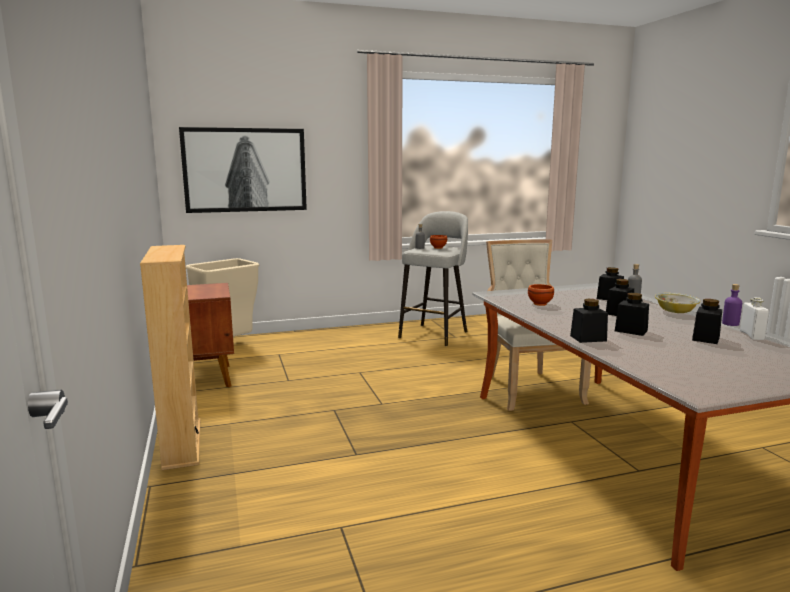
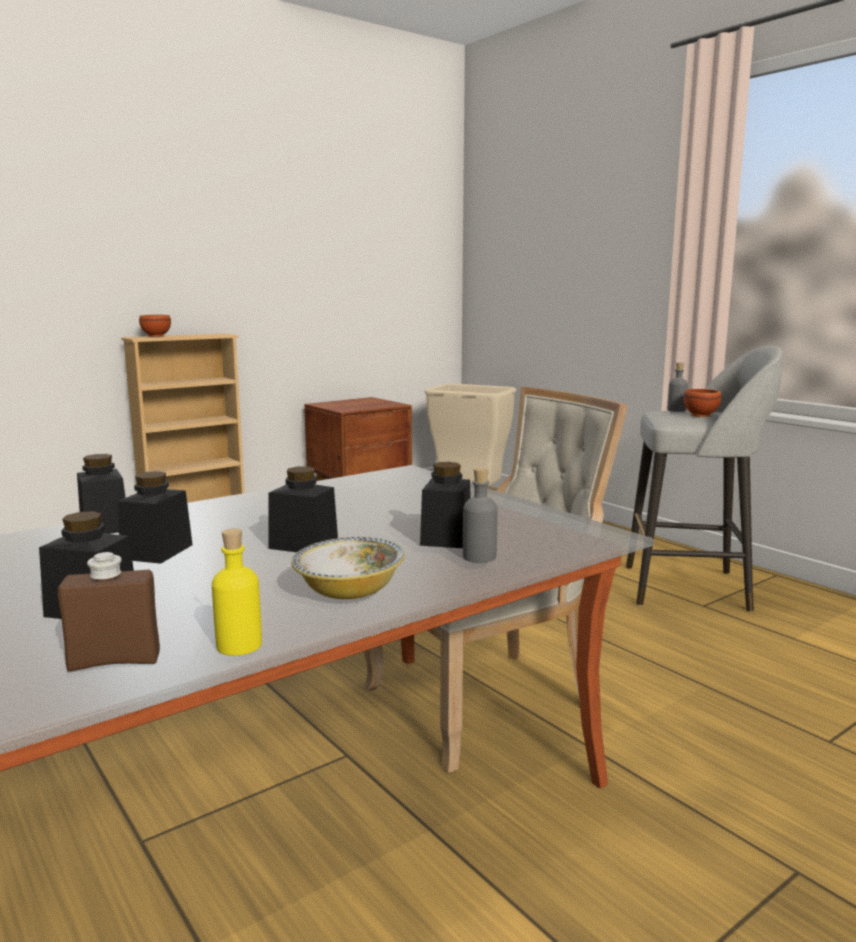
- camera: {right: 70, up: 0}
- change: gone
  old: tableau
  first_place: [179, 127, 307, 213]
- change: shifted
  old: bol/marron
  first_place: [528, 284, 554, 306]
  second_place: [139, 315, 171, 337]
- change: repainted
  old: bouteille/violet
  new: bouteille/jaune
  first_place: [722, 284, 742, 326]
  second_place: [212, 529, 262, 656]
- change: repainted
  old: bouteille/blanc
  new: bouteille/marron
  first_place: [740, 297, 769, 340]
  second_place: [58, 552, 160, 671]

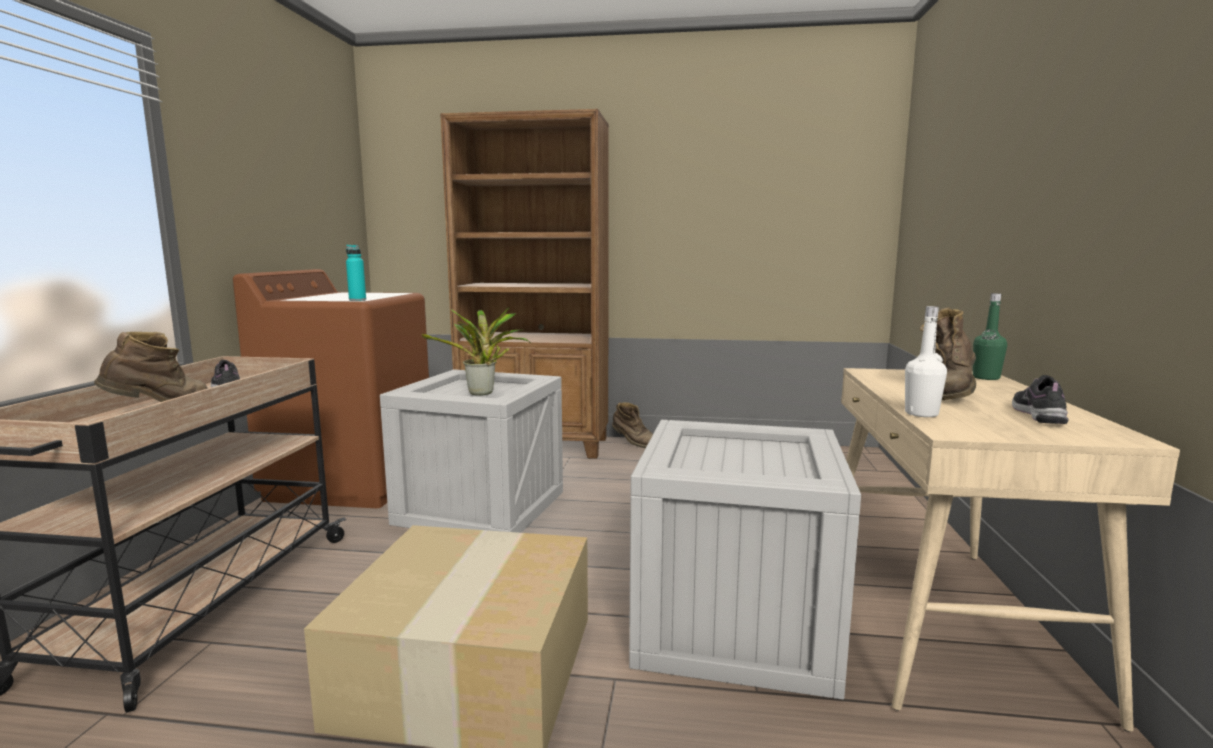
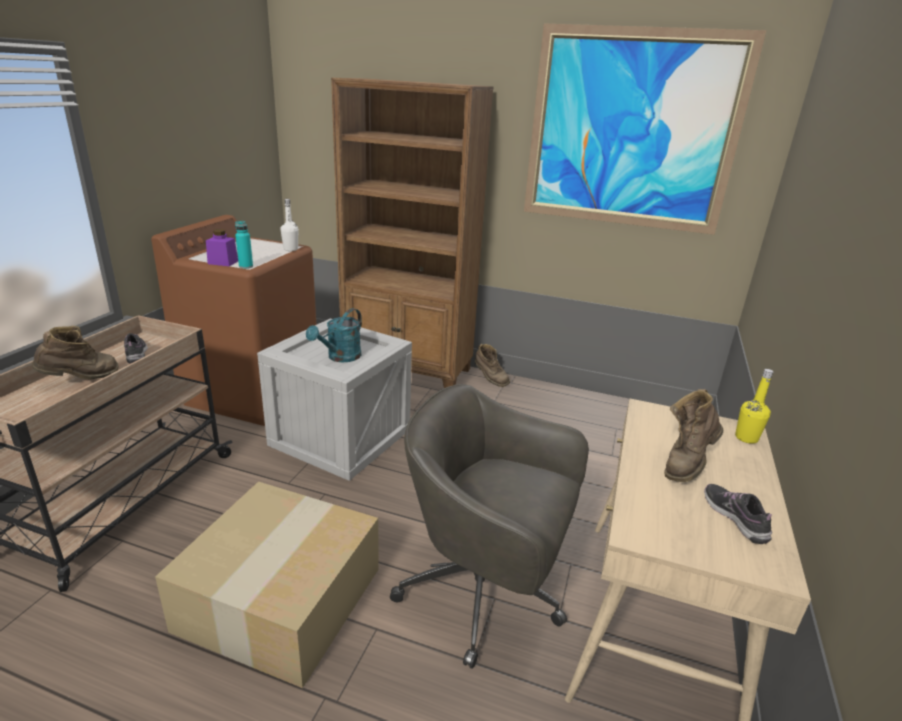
- camera: {right: 10, up: 15}
- change: swapped
  old: plante en pot
  new: arrosoir/turquoise
  first_place: [421, 307, 531, 396]
  second_place: [306, 308, 362, 363]
- change: swapped
  old: caisse
  new: chaise de bureau/gris
  first_place: [629, 420, 861, 700]
  second_place: [390, 384, 589, 669]
- change: shifted
  old: bouteille/blanc
  first_place: [905, 306, 947, 417]
  second_place: [280, 199, 298, 251]
- change: repainted
  old: bouteille/vert
  new: bouteille/jaune
  first_place: [973, 293, 1007, 380]
  second_place: [735, 369, 773, 444]
- change: rotated
  old: chaussure
  first_place: [1012, 375, 1069, 424]
  second_place: [704, 484, 772, 544]
  degrees: -45
- change: new
  new: bocal/violet
  second_place: [206, 229, 238, 266]
- change: new
  new: tableau
  second_place: [524, 24, 767, 235]

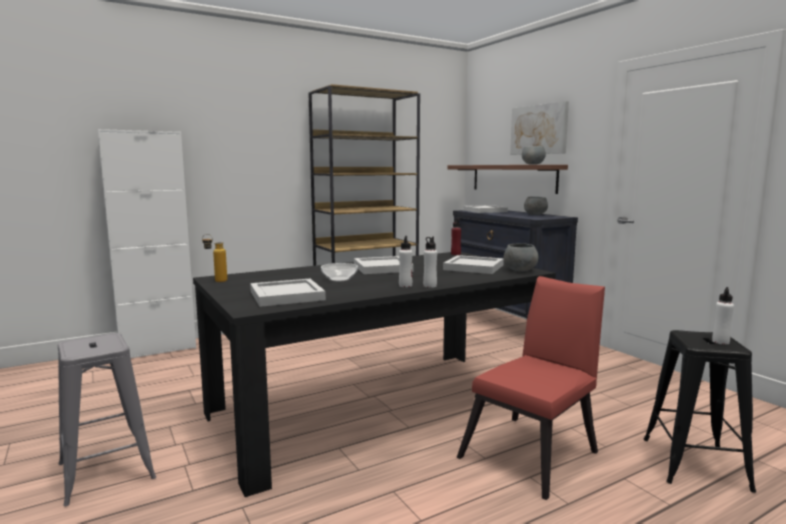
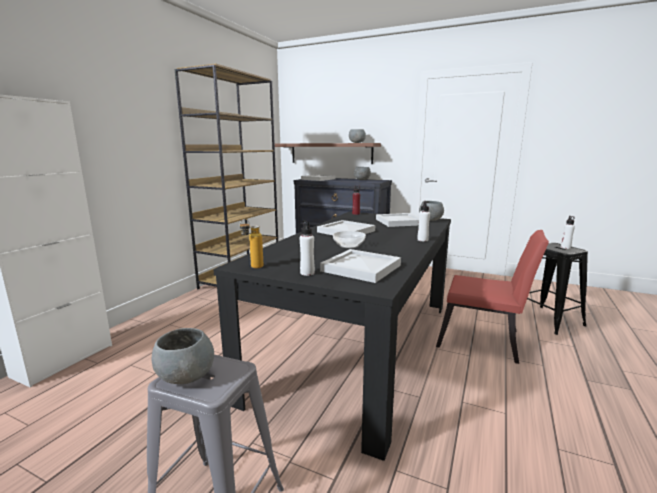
- camera: {right: -35, up: 5}
- change: shifted
  old: bouteille/blanc
  first_place: [399, 236, 413, 287]
  second_place: [300, 220, 315, 276]
- change: rotated
  old: chaise/rouge
  first_place: [457, 276, 605, 500]
  second_place: [436, 230, 549, 364]
  degrees: 105
- change: gone
  old: tableau
  first_place: [510, 101, 569, 155]
- change: new
  new: bol/gris
  second_place: [152, 328, 214, 384]

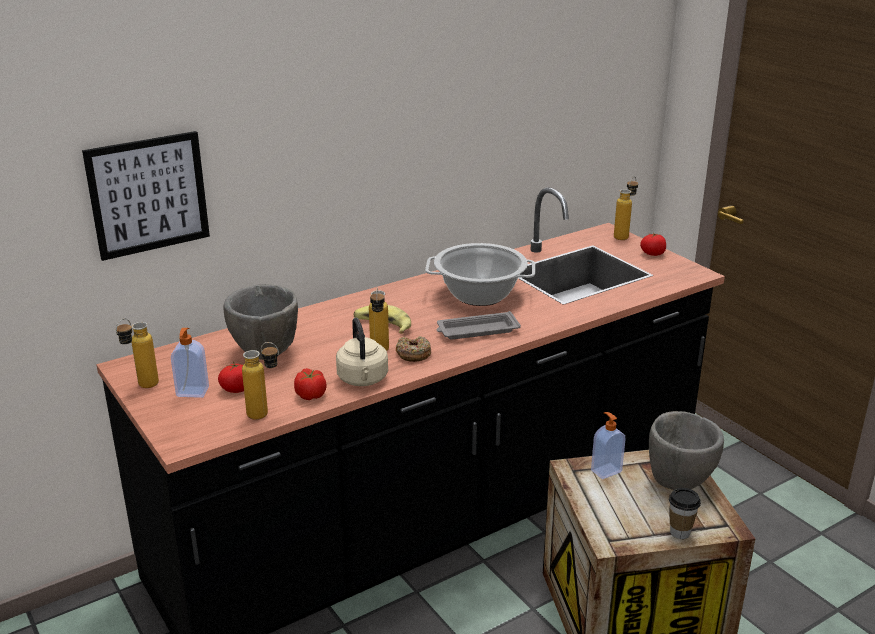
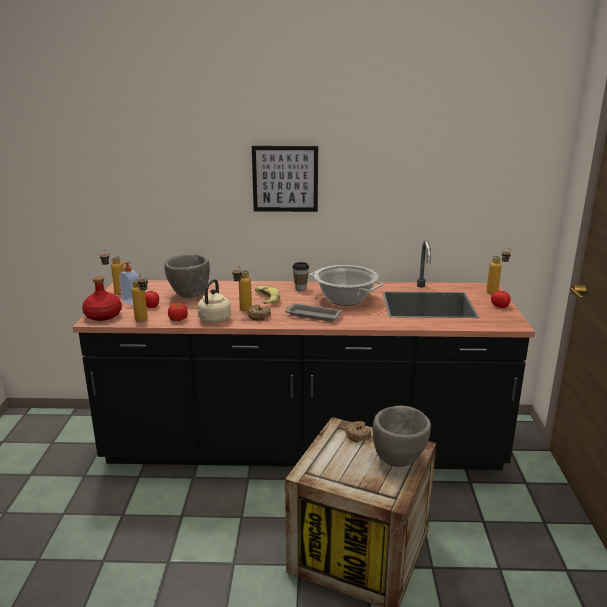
- camera: {right: 35, up: -5}
- change: shifted
  old: tableau
  first_place: [82, 131, 210, 261]
  second_place: [252, 146, 318, 212]
- change: swapped
  old: distributeur de savon
  new: beignet
  first_place: [591, 412, 626, 479]
  second_place: [345, 421, 371, 442]
- change: shifted
  old: tasse
  first_place: [669, 488, 701, 539]
  second_place: [292, 262, 309, 291]
- change: new
  new: bouteille/rouge
  second_place: [82, 276, 122, 321]

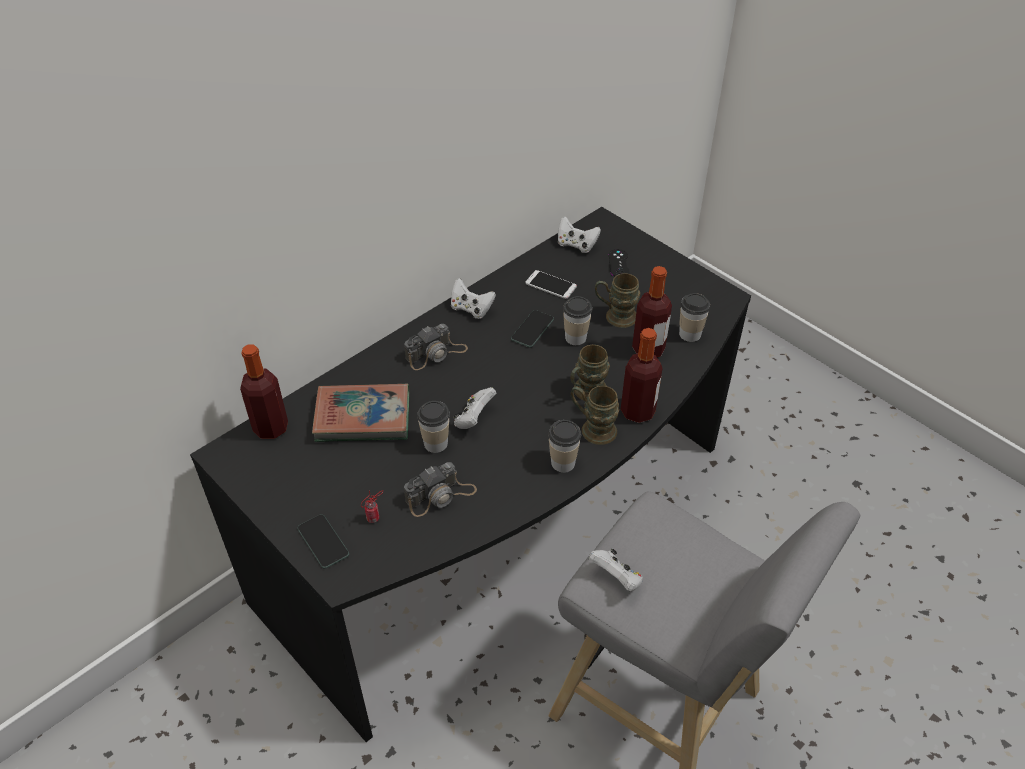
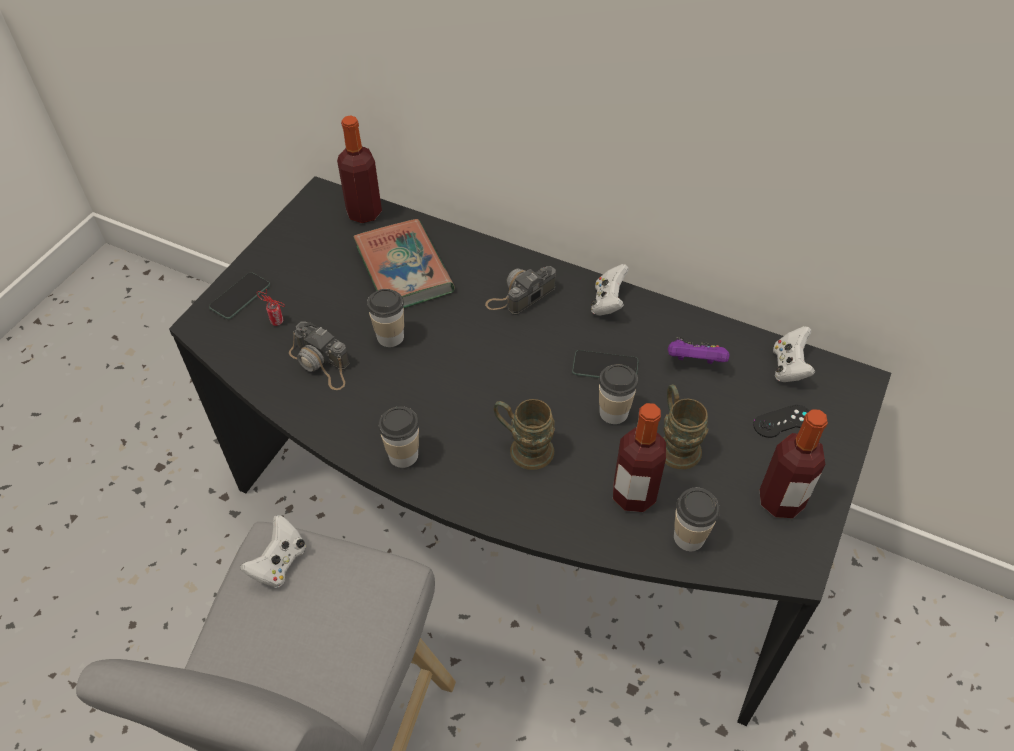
- camera: {right: 70, up: 5}
- change: rotated
  old: appareil photo
  first_place: [404, 324, 468, 370]
  second_place: [485, 266, 556, 315]
  degrees: 105
- change: gone
  old: manette/blanc
  first_place: [453, 387, 496, 429]
- change: swapped
  old: téléphone
  new: manette/violet
  first_place: [525, 270, 577, 299]
  second_place: [668, 337, 730, 364]
- change: gone
  old: mug/marron
  first_place: [571, 386, 619, 445]
- change: shifted
  old: bouteille
  first_place: [621, 328, 663, 423]
  second_place: [760, 409, 828, 518]

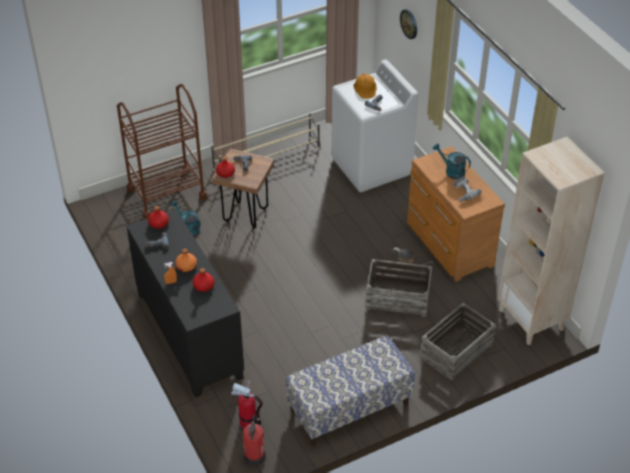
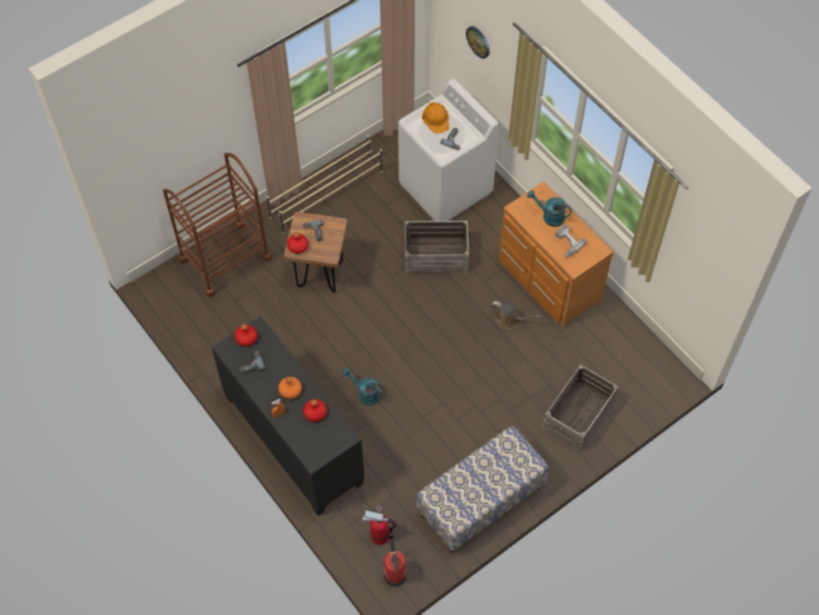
- camera: {right: -10, up: 15}
- change: shifted
  old: arrosoir/turquoise
  first_place: [171, 201, 201, 236]
  second_place: [342, 368, 383, 406]
- change: shifted
  old: caisse
  first_place: [365, 259, 432, 317]
  second_place: [405, 221, 469, 273]
- change: gone
  old: bibliothèque/beige
  first_place: [498, 137, 605, 345]

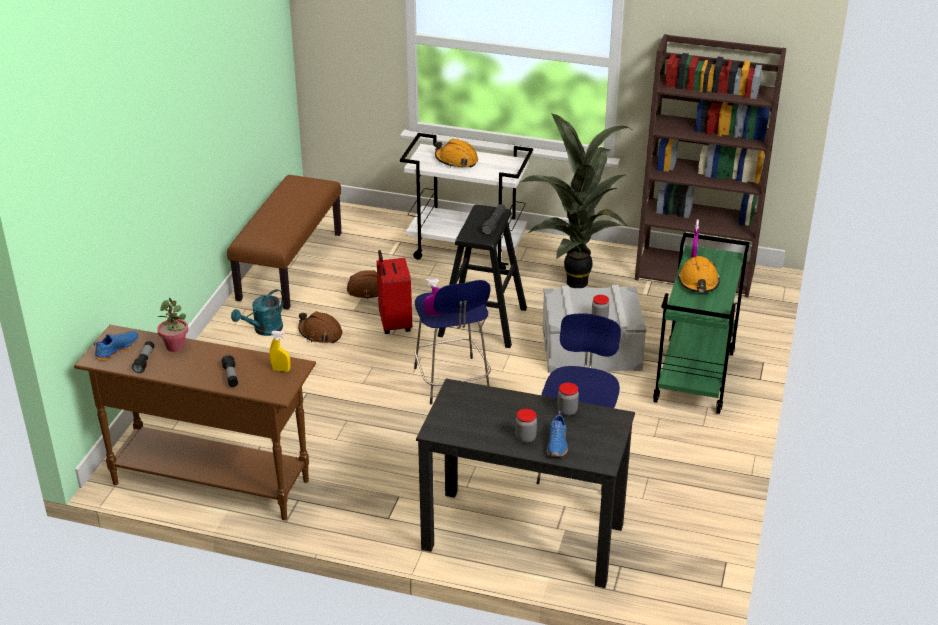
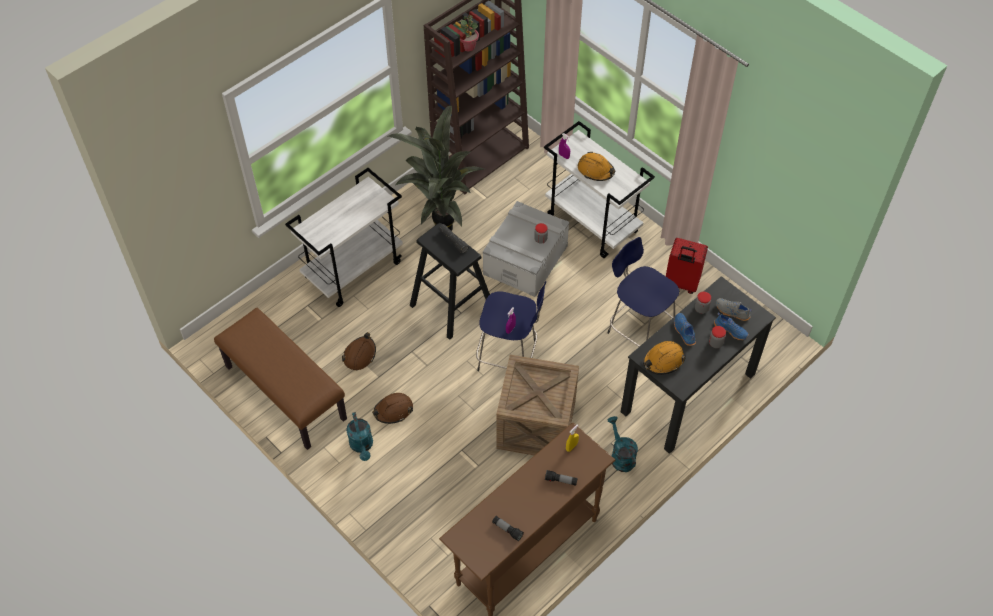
- camera: {right: -60, up: 20}
- change: shifted
  old: chaussure/bleu
  first_place: [94, 331, 139, 361]
  second_place: [674, 313, 696, 346]
- change: shifted
  old: plante en pot
  first_place: [157, 298, 188, 352]
  second_place: [460, 15, 479, 52]
- change: shifted
  old: valise/rouge
  first_place: [377, 250, 412, 334]
  second_place: [666, 238, 708, 294]
- change: shifted
  old: casque de chantier/orange
  first_place: [435, 139, 478, 168]
  second_place: [643, 341, 686, 375]
- change: repainted
  old: chariot/vert
  new: chariot/blanc
  first_place: [653, 233, 750, 414]
  second_place: [544, 121, 655, 258]
- change: new
  new: caisse
  second_place: [496, 355, 579, 455]
- change: new
  new: arrosoir/turquoise
  second_place: [607, 416, 638, 472]
- change: new
  new: chaussure/gris
  second_place: [716, 298, 752, 321]

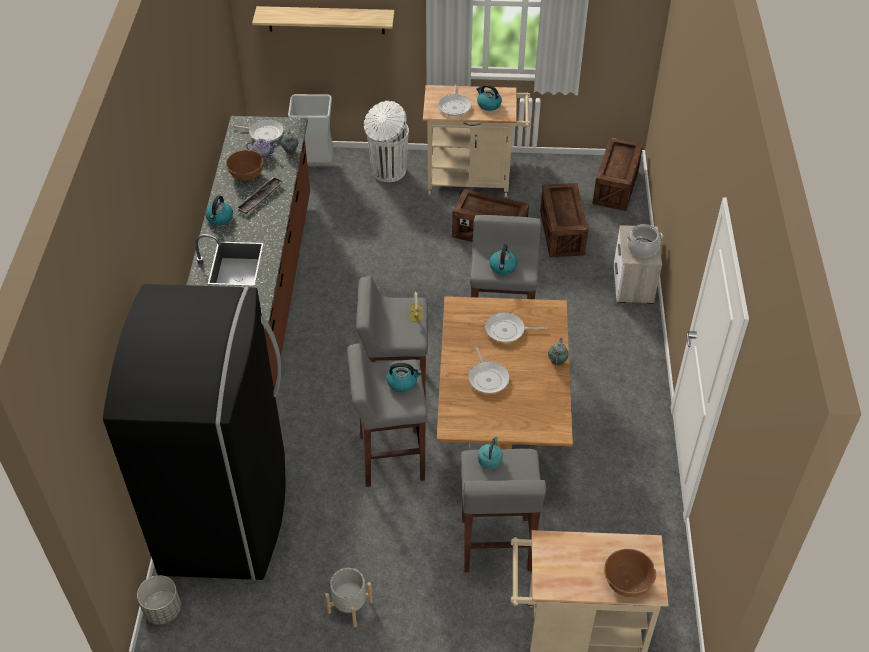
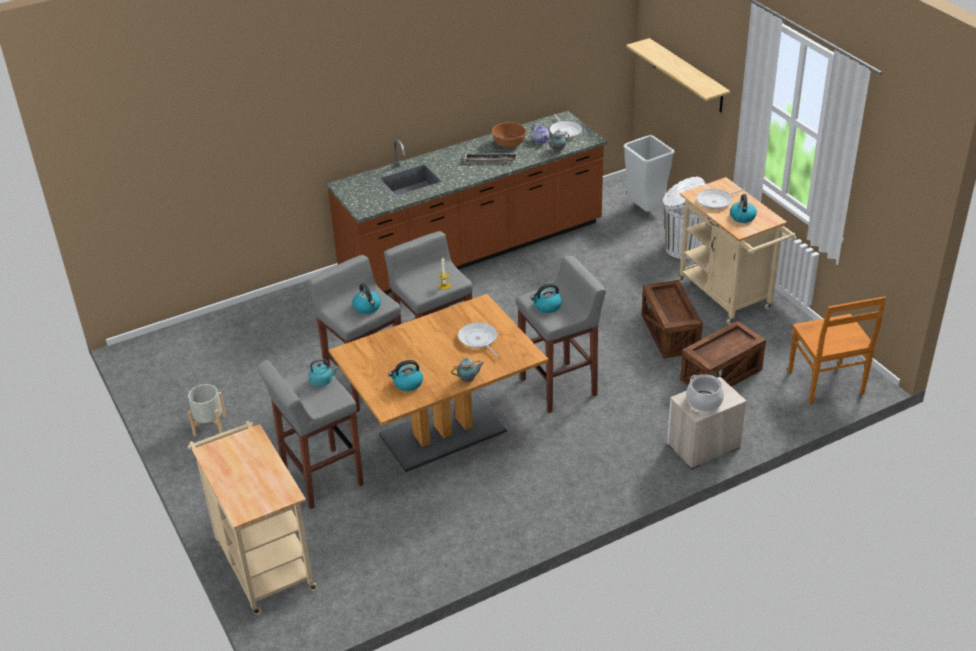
- camera: {right: 60, up: -10}
- change: gone
  old: réfrigérateur/noir
  first_place: [103, 284, 286, 580]
- change: gone
  old: cache-pot/gris
  first_place: [137, 575, 181, 625]
- change: shifted
  old: bouilloire
  first_place: [205, 195, 233, 225]
  second_place: [388, 360, 423, 391]
- change: gone
  old: poêle
  first_place: [468, 346, 510, 393]
- change: swapped
  old: caisse
  new: chaise/marron
  first_place: [593, 138, 643, 211]
  second_place: [788, 296, 886, 405]
- change: gone
  old: bol/marron
  first_place: [604, 549, 656, 597]

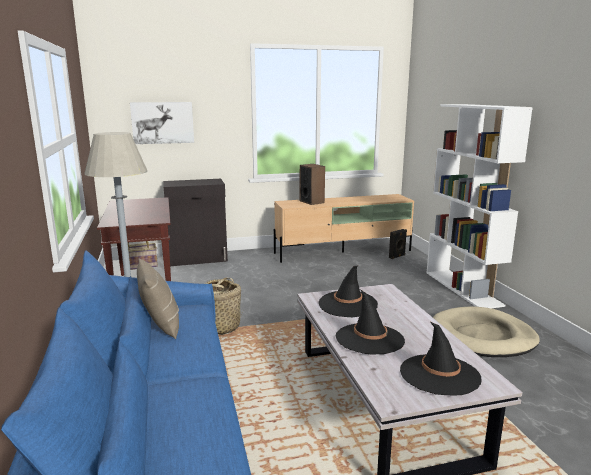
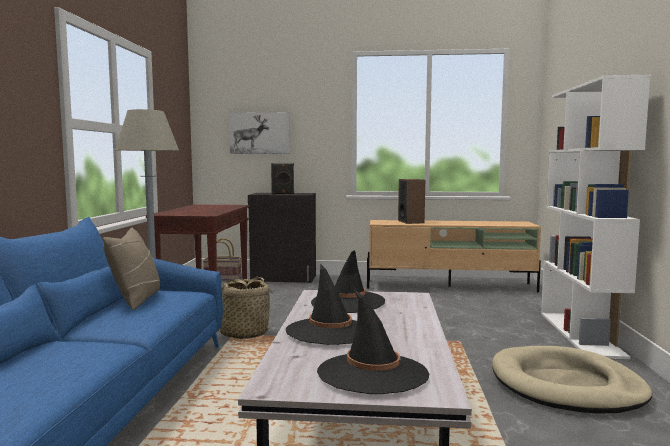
- camera: {right: 20, up: -10}
- change: shifted
  old: enceinte/noir
  first_place: [389, 229, 407, 259]
  second_place: [271, 163, 294, 194]

